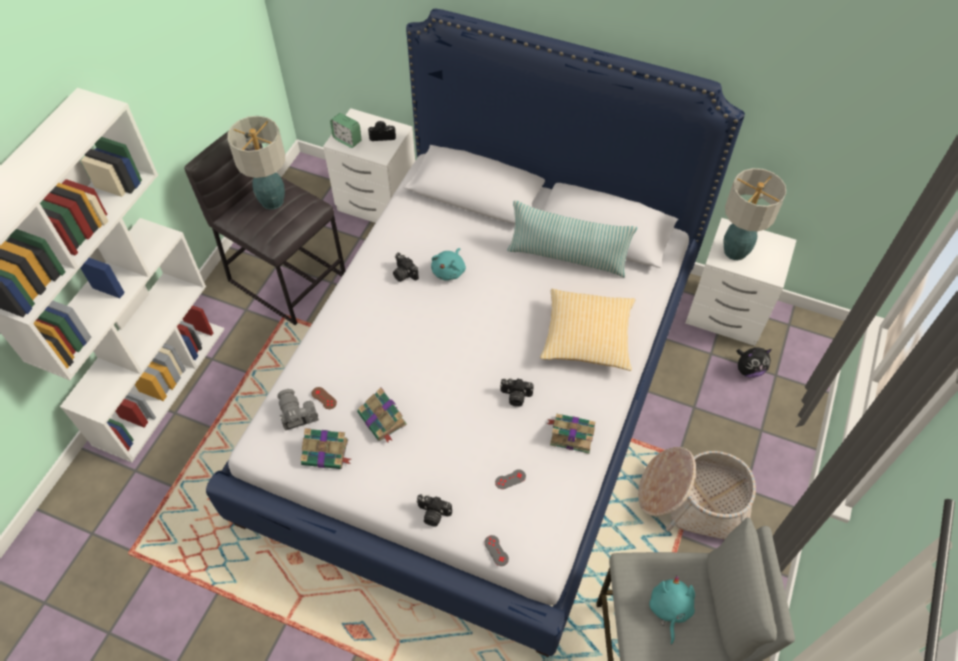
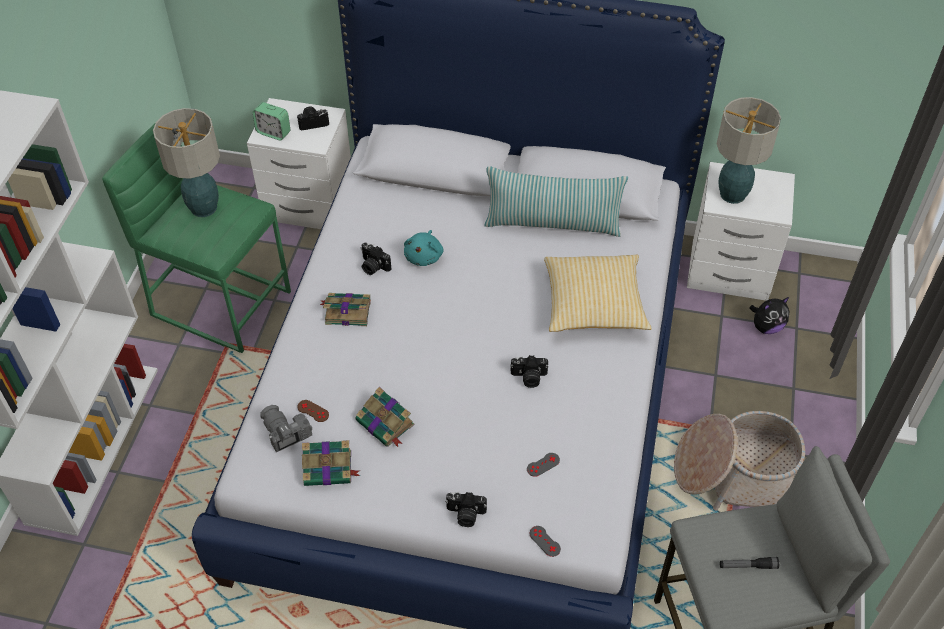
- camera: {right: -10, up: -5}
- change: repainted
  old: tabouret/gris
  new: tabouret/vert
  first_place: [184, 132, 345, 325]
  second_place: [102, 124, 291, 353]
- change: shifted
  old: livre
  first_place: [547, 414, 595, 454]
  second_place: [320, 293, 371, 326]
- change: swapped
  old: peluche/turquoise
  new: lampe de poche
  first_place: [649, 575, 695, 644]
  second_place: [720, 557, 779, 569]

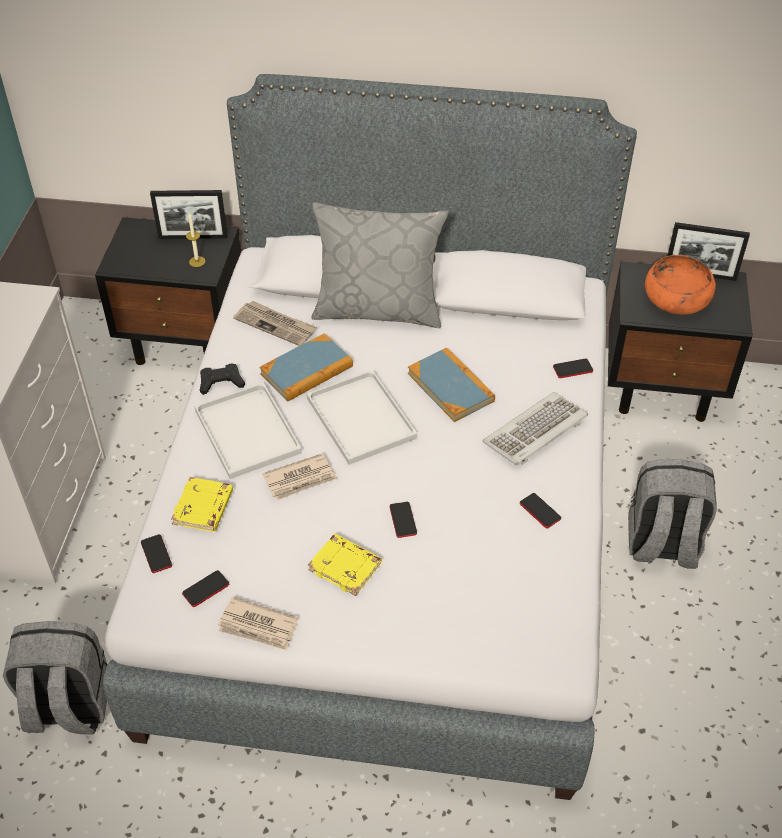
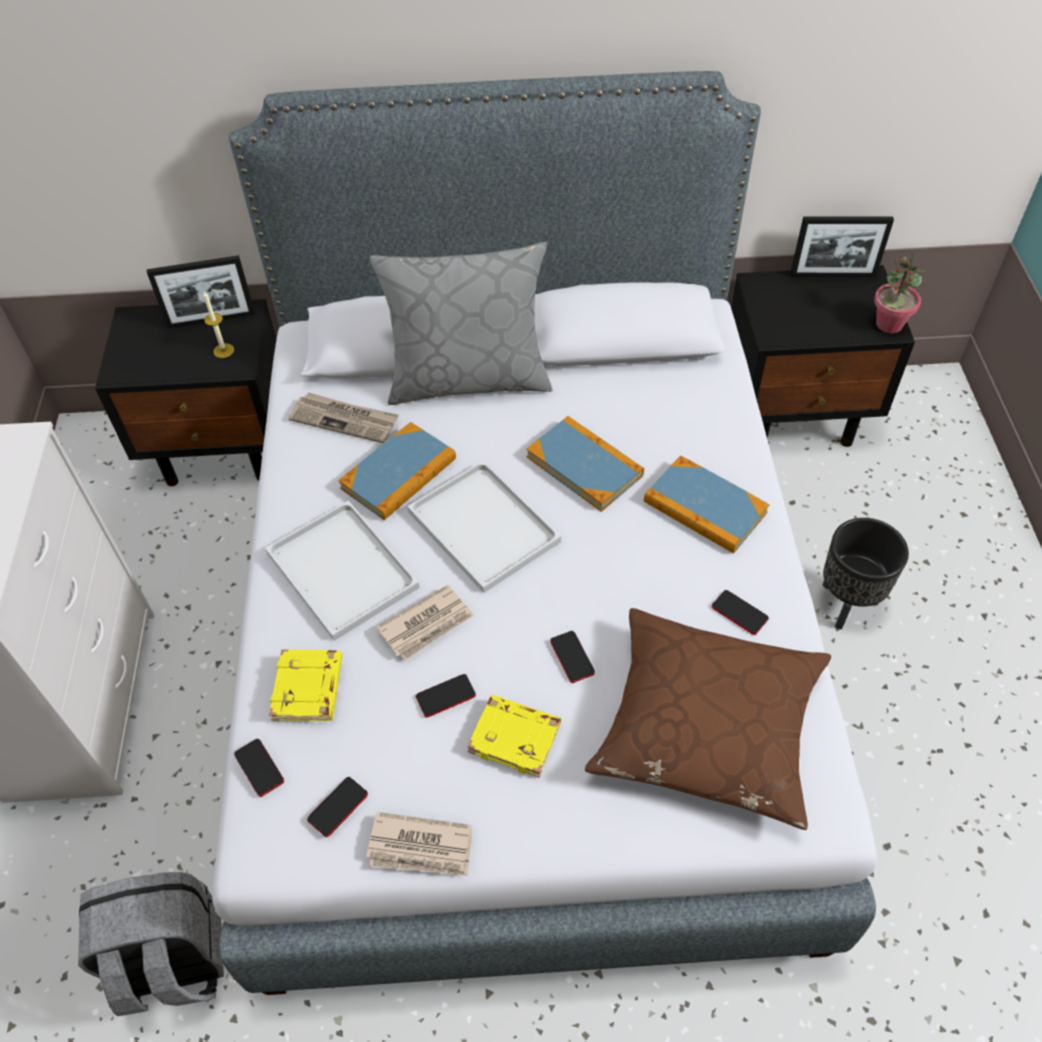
- camera: {right: -10, up: 5}
- change: gone
  old: manette/noir
  first_place: [200, 363, 245, 395]
- change: swapped
  old: clavier
  new: livre
  first_place: [483, 392, 588, 466]
  second_place: [644, 455, 770, 554]
- change: shifted
  old: téléphone
  first_place: [553, 359, 593, 378]
  second_place: [416, 674, 476, 717]
- change: swapped
  old: sac à dos/gris
  new: cache-pot/noir
  first_place: [628, 459, 717, 569]
  second_place: [822, 518, 909, 629]
- change: gone
  old: bol/orange
  first_place: [645, 255, 716, 315]
- change: new
  new: coussin/marron
  second_place: [585, 608, 831, 830]
- change: new
  new: plante en pot
  second_place: [874, 249, 925, 333]

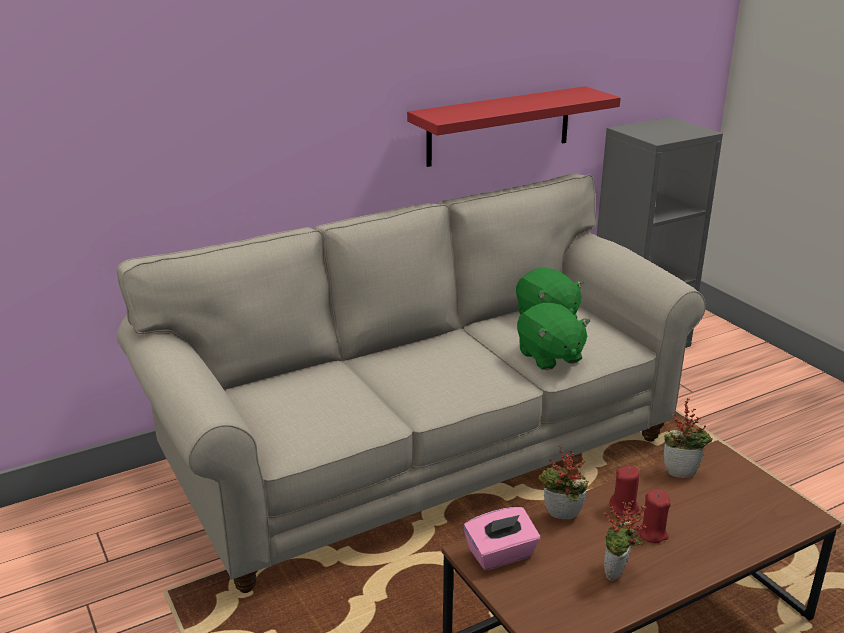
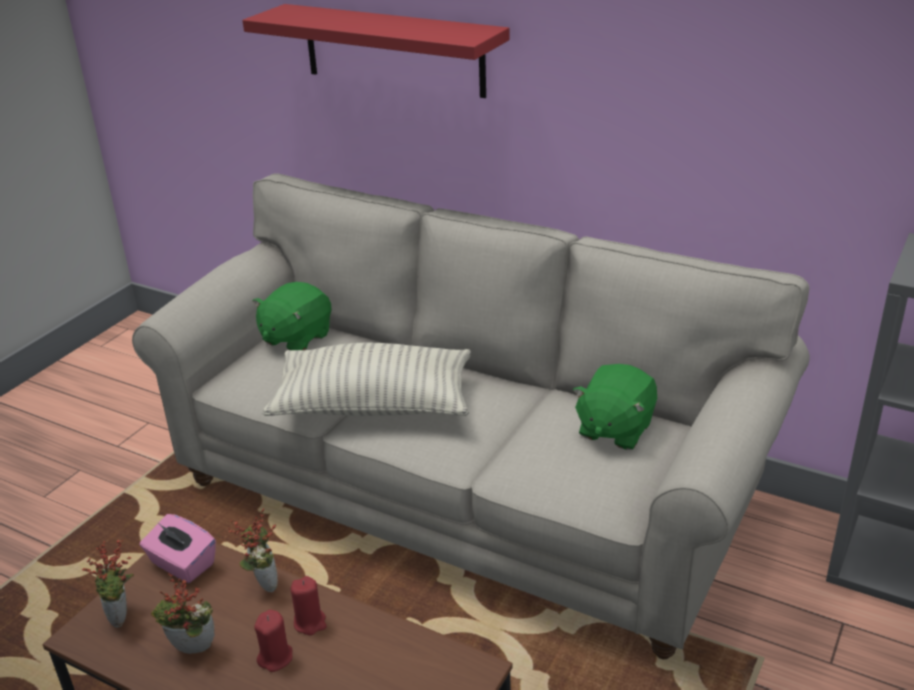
- camera: {right: 60, up: 5}
- change: shifted
  old: étagère/rouge
  first_place: [407, 86, 621, 167]
  second_place: [242, 4, 510, 98]
- change: shifted
  old: peluche/vert
  first_place: [517, 303, 590, 370]
  second_place: [252, 282, 331, 350]
- change: shifted
  old: plante en pot
  first_place: [664, 398, 713, 478]
  second_place: [82, 538, 134, 628]
- change: new
  new: coussin
  second_place: [263, 343, 471, 416]

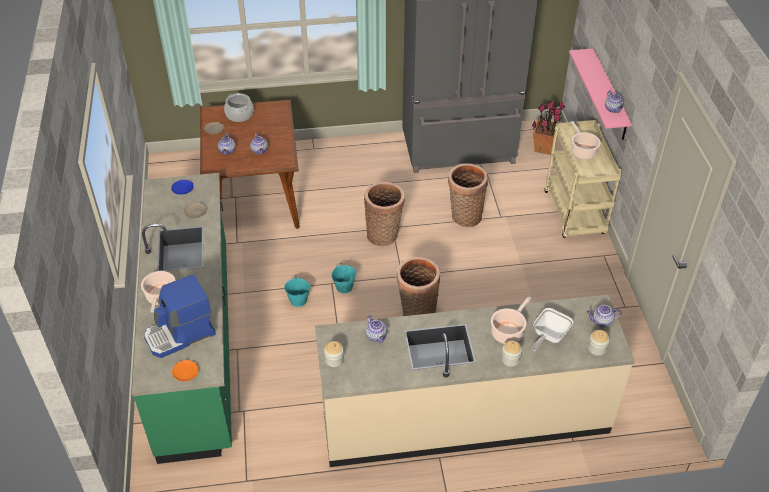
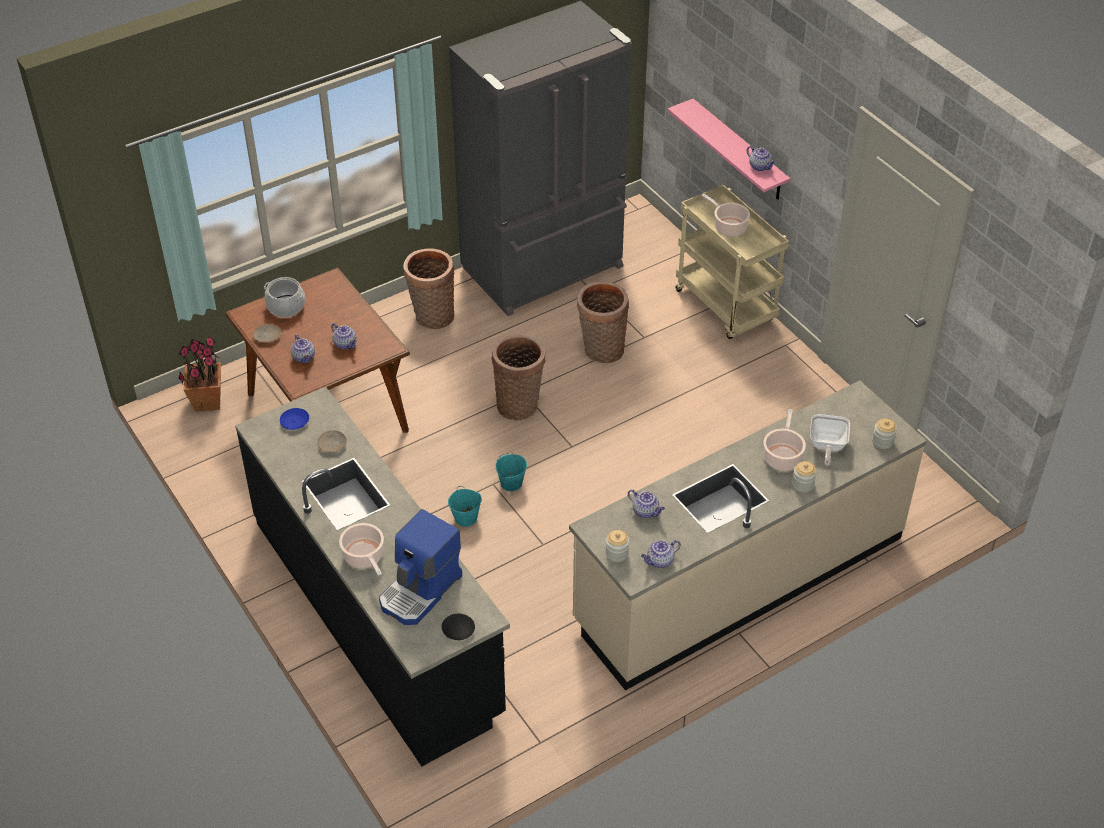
- camera: {right: -25, up: 0}
- change: repainted
  old: comptoir de cuisine/vert
  new: comptoir de cuisine/noir
  first_place: [132, 173, 232, 464]
  second_place: [235, 387, 510, 766]
- change: repainted
  old: assiette/orange
  new: assiette/noir
  first_place: [172, 360, 198, 382]
  second_place: [442, 614, 475, 640]
- change: shifted
  old: panier
  first_place: [397, 257, 440, 316]
  second_place: [403, 249, 455, 329]
- change: shifted
  old: plante en pot
  first_place: [532, 101, 565, 155]
  second_place: [179, 336, 221, 412]
- change: shifted
  old: théière
  first_place: [587, 305, 622, 327]
  second_place: [641, 540, 681, 568]

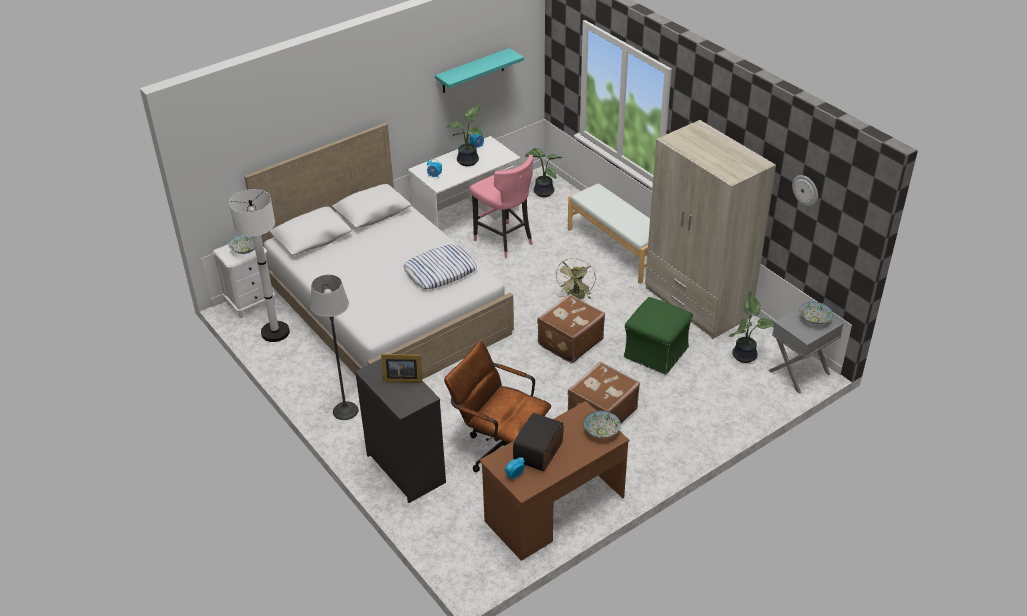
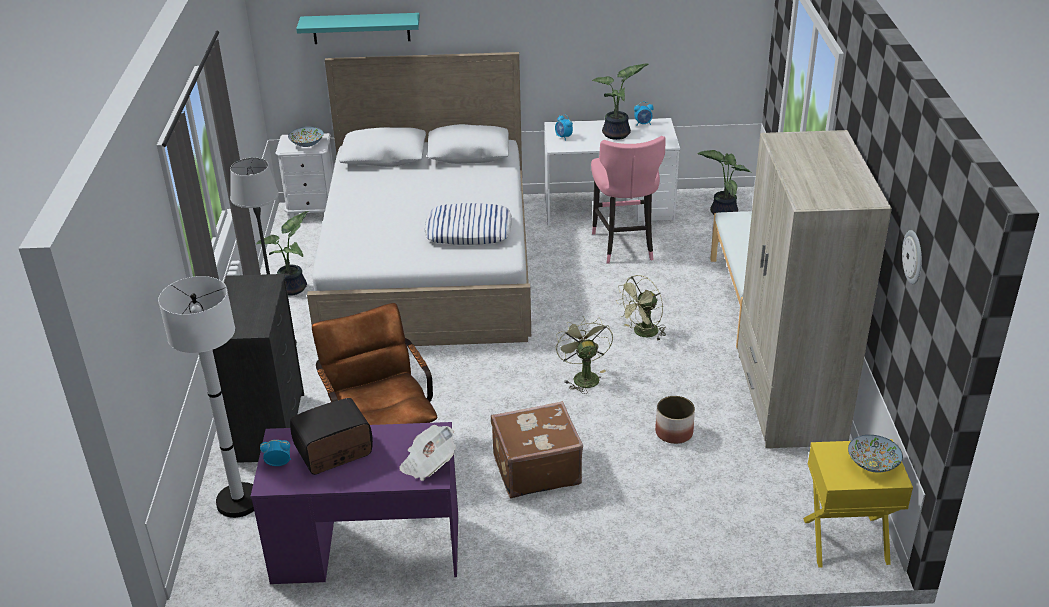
- camera: {right: 35, up: -5}
- change: shifted
  old: lampadaire/blanc
  first_place: [229, 189, 290, 342]
  second_place: [158, 276, 254, 518]
- change: gone
  old: cadre photo
  first_place: [381, 354, 422, 383]
- change: shifted
  old: étagère/turquoise
  first_place: [435, 48, 524, 93]
  second_place: [296, 13, 420, 44]
- change: repainted
  old: bureau/marron
  new: bureau/violet
  first_place: [479, 401, 630, 561]
  second_place: [250, 422, 458, 584]
- change: swapped
  old: valise/marron
  new: ventilateur/vert
  first_place: [537, 294, 605, 363]
  second_place: [555, 317, 613, 394]
- change: swapped
  old: bol
  new: journal
  first_place: [584, 411, 621, 438]
  second_place: [399, 425, 456, 481]
- change: swapped
  old: pouf/vert
  new: cache-pot
  first_place: [624, 297, 693, 375]
  second_place: [655, 396, 695, 444]
- change: shifted
  old: plante en pot
  first_place: [729, 291, 774, 363]
  second_place: [256, 211, 308, 296]
- change: repainted
  old: table de chevet/gris
  new: table de chevet/jaune
  first_place: [768, 301, 843, 394]
  second_place: [803, 439, 913, 568]

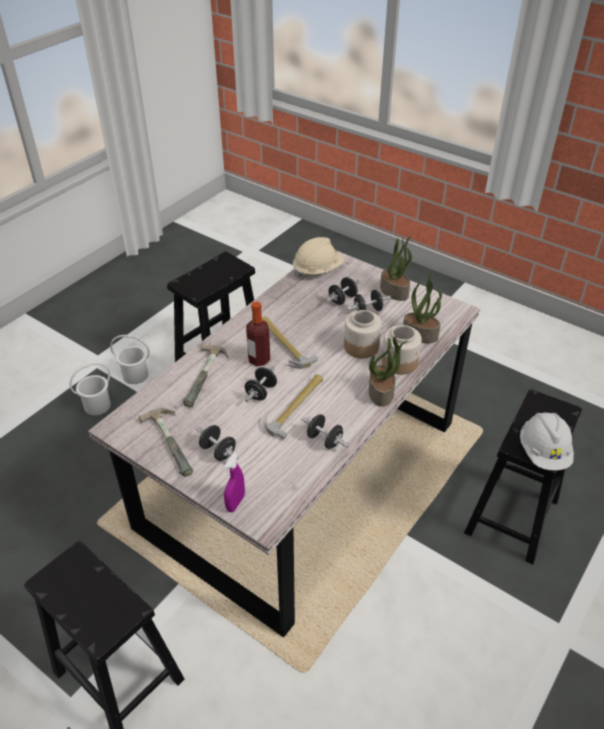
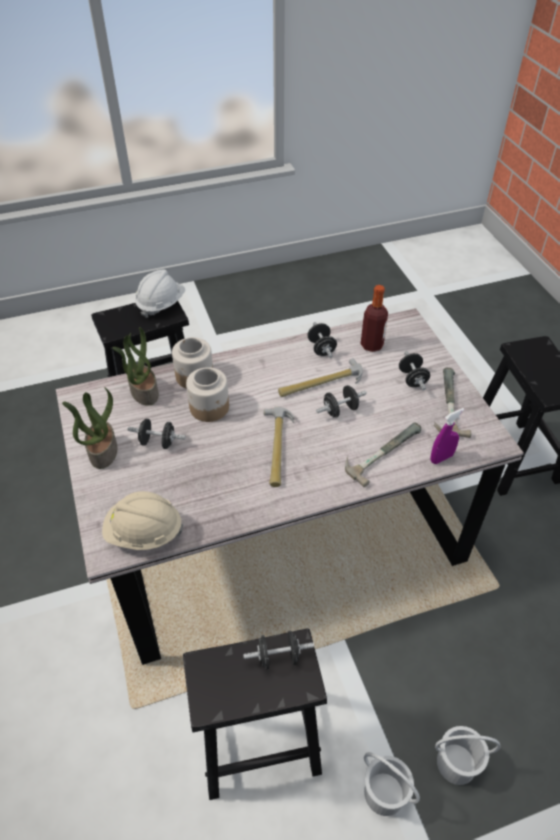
- camera: {right: -145, up: 5}
- change: shifted
  old: vaporisateur/violet
  first_place: [224, 453, 245, 512]
  second_place: [430, 408, 464, 464]
- change: shifted
  old: bouteille
  first_place: [246, 301, 270, 366]
  second_place: [361, 285, 388, 352]
- change: shifted
  old: haltère/noir
  first_place: [326, 277, 359, 305]
  second_place: [243, 631, 314, 670]
- change: gone
  old: plante en pot
  first_place: [369, 336, 408, 407]

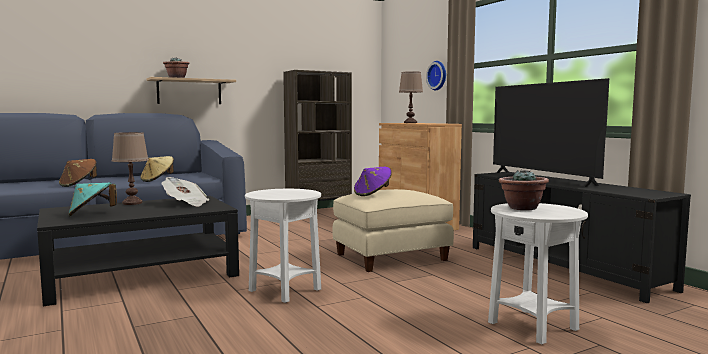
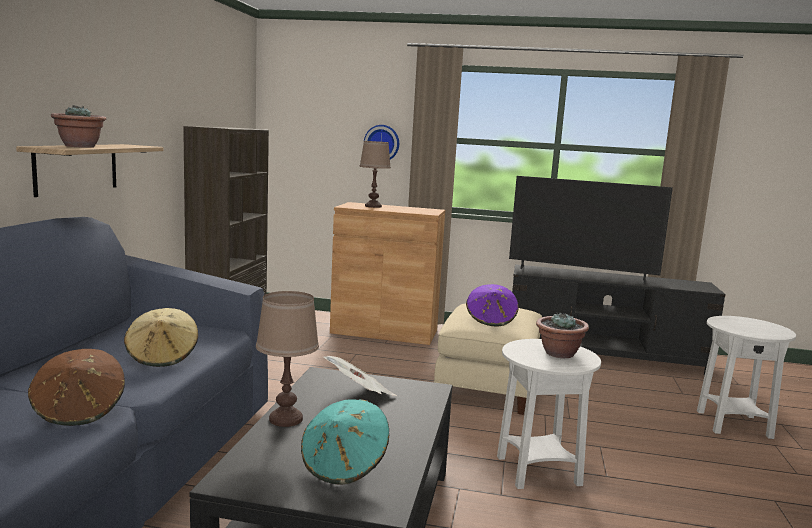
- camera: {right: -50, up: 5}
- change: shifted
  old: plante en pot
  first_place: [499, 169, 549, 210]
  second_place: [536, 312, 589, 358]

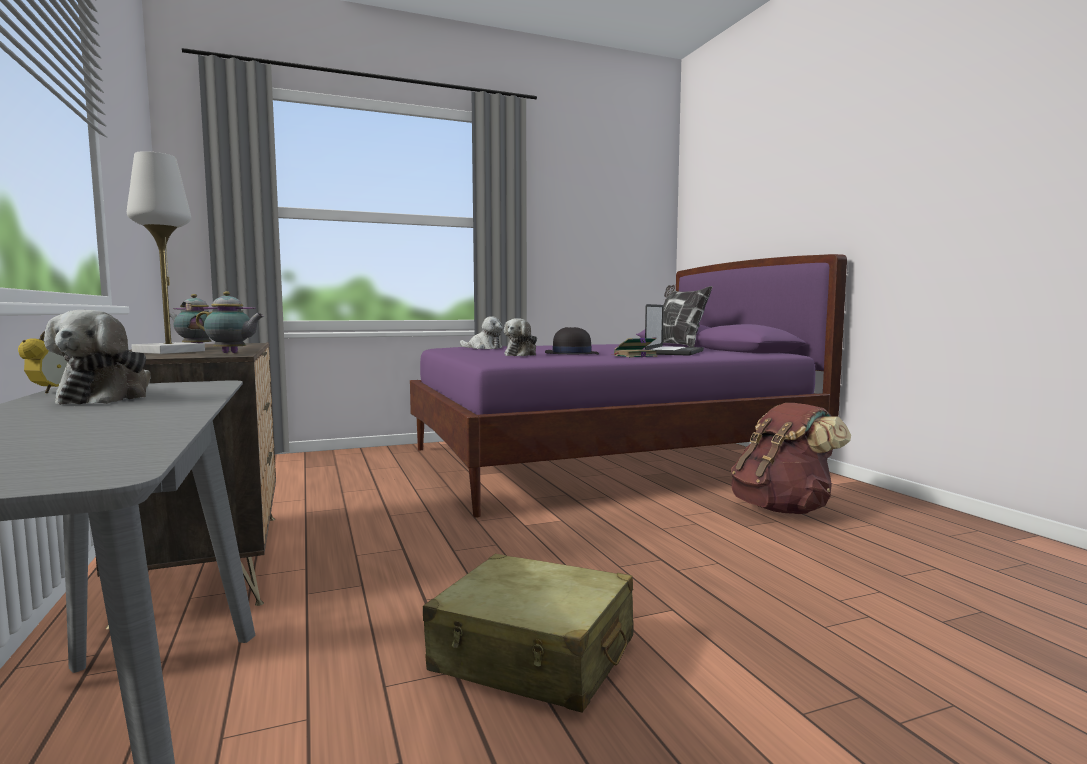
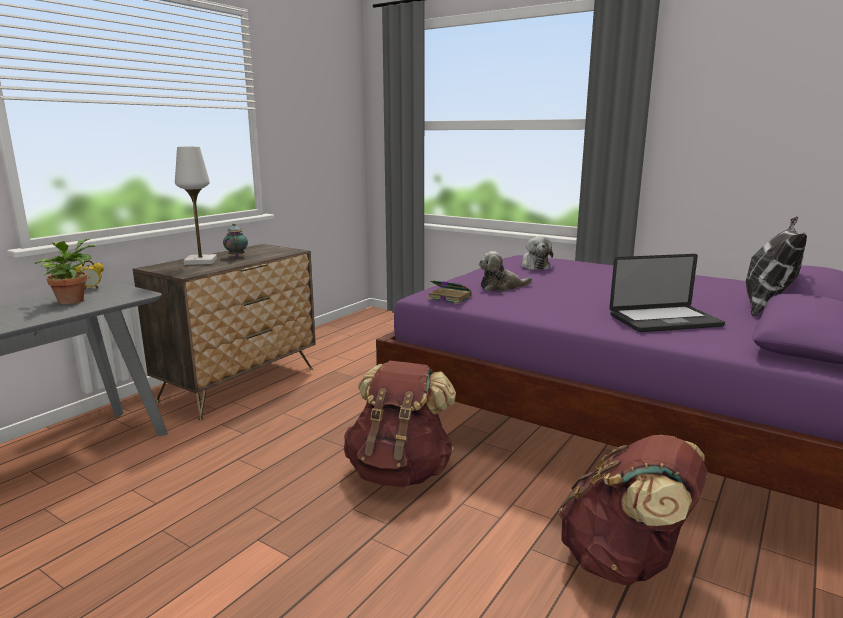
- camera: {right: 55, up: 10}
- change: swapped
  old: peluche
  new: plante en pot
  first_place: [44, 310, 150, 405]
  second_place: [34, 239, 95, 305]
- change: gone
  old: théière
  first_place: [196, 291, 264, 353]
- change: gone
  old: valise/beige
  first_place: [423, 554, 634, 713]
- change: gone
  old: chapeau/noir
  first_place: [545, 327, 599, 355]
- change: shifted
  old: livre
  first_place: [611, 338, 658, 358]
  second_place: [428, 280, 472, 304]
- change: new
  new: sac à dos/marron
  second_place: [344, 361, 456, 488]

